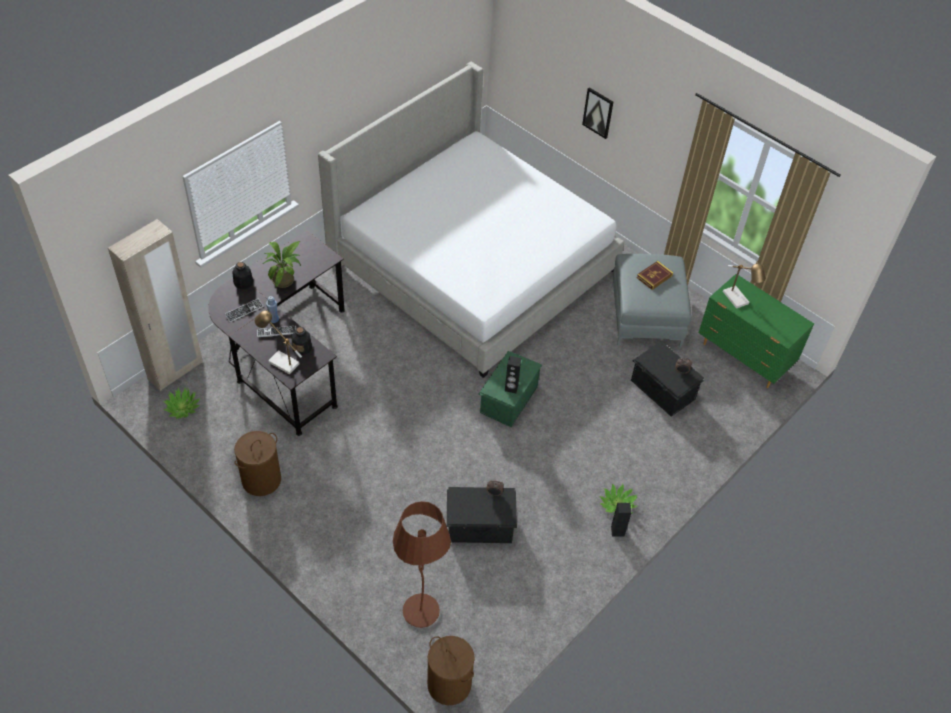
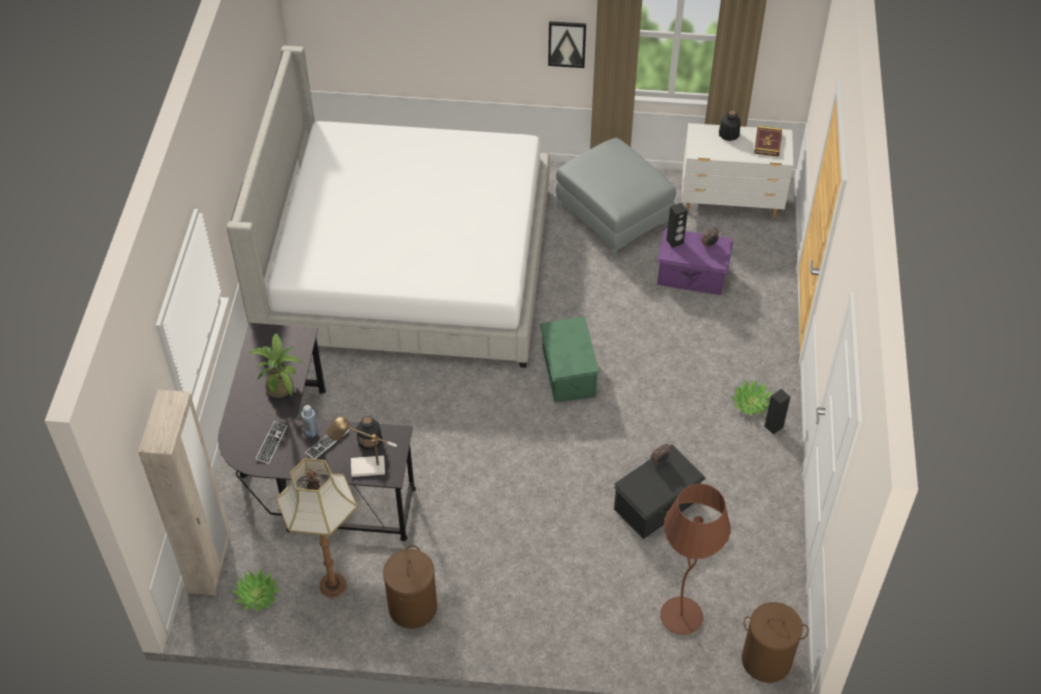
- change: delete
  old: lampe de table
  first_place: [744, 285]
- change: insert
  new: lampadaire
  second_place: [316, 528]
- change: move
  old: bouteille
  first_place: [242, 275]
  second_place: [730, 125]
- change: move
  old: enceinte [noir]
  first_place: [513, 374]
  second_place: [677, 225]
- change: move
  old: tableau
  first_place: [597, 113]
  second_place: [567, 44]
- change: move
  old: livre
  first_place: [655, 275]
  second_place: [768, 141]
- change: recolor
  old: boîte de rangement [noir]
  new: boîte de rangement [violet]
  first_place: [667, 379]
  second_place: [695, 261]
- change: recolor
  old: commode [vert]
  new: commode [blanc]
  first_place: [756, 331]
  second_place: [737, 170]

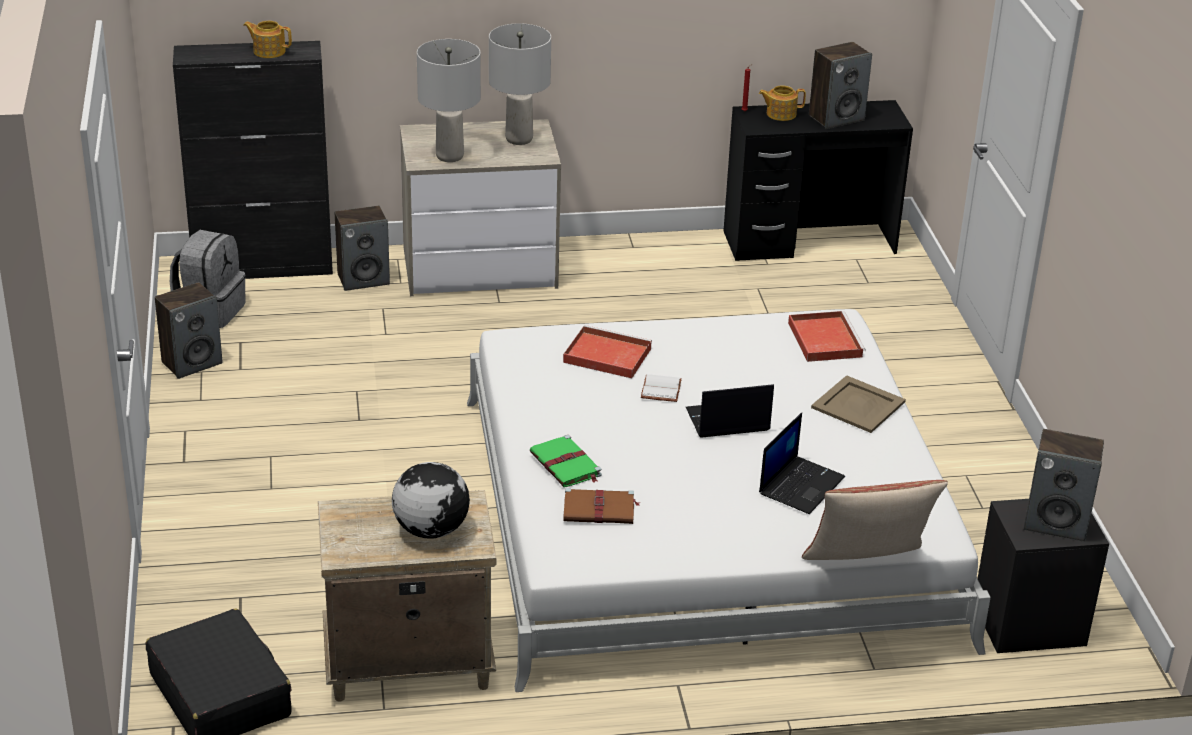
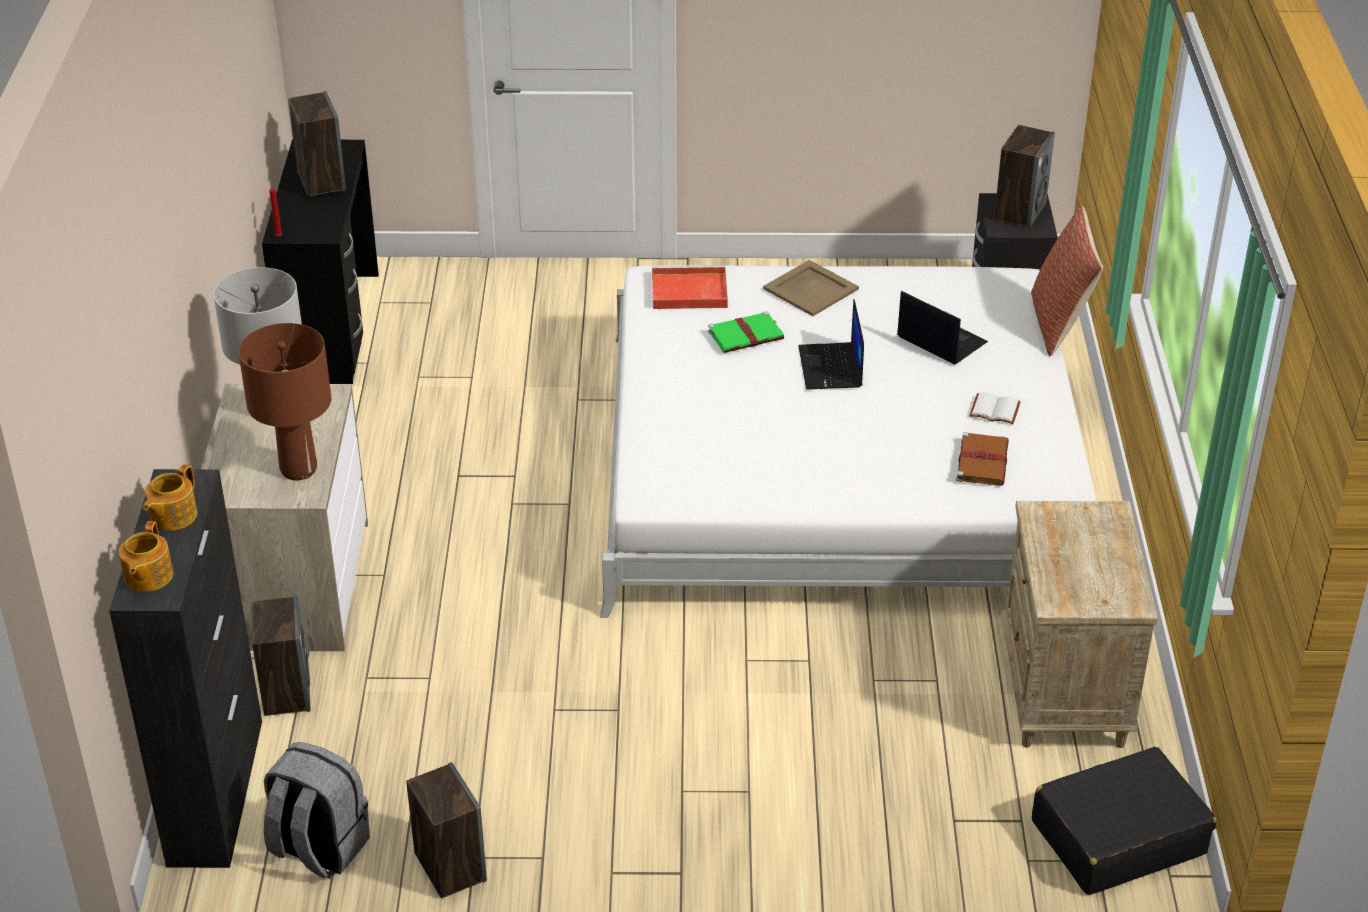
- change: delete
  old: globe
  first_place: [431, 500]
- change: delete
  old: plateau [rouge]
  first_place: [607, 351]
- change: move
  old: livre [vert]
  first_place: [566, 461]
  second_place: [746, 332]
- change: move
  old: livre [blanc]
  first_place: [661, 388]
  second_place: [995, 408]
- change: move
  old: théière
  first_place: [782, 103]
  second_place: [146, 556]
- change: recolor
  old: lampe de table [gris]
  new: lampe de table [marron]
  first_place: [449, 100]
  second_place: [284, 401]

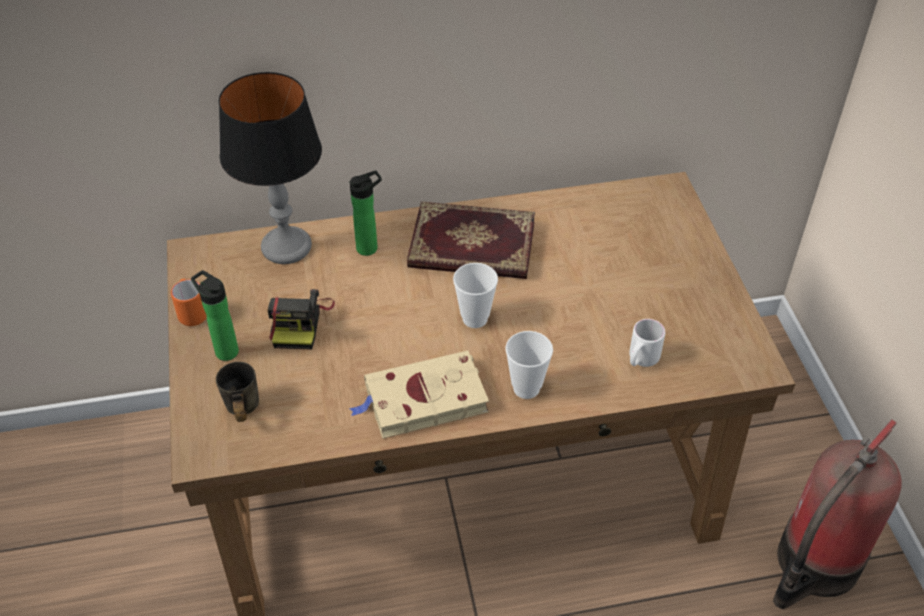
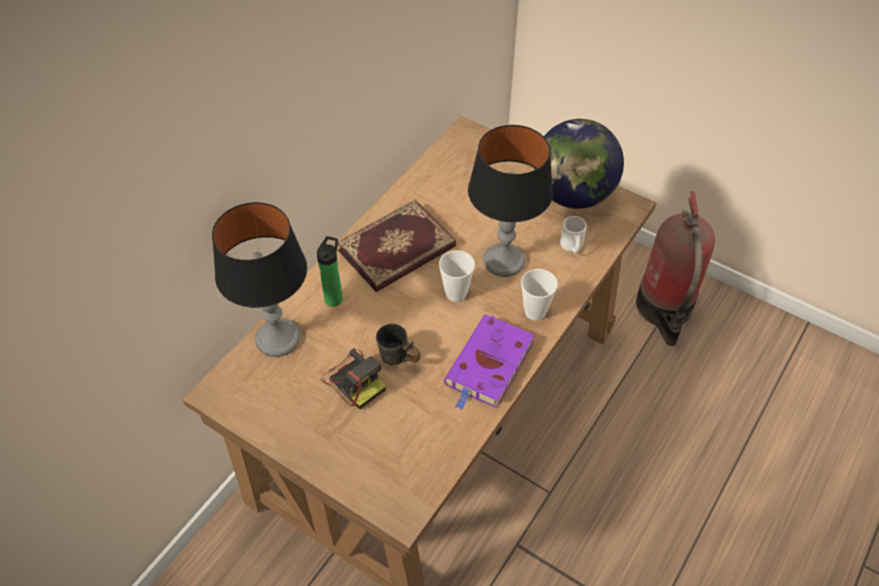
- change: delete
  old: mug [orange]
  first_place: [189, 302]
- change: delete
  old: bouteille
  first_place: [215, 315]
- change: insert
  new: lampe de table
  second_place: [510, 201]
- change: insert
  new: globe
  second_place: [579, 164]
- change: move
  old: mug [gris]
  first_place: [237, 392]
  second_place: [398, 344]
- change: recolor
  old: livre [beige]
  new: livre [violet]
  first_place: [419, 395]
  second_place: [489, 363]

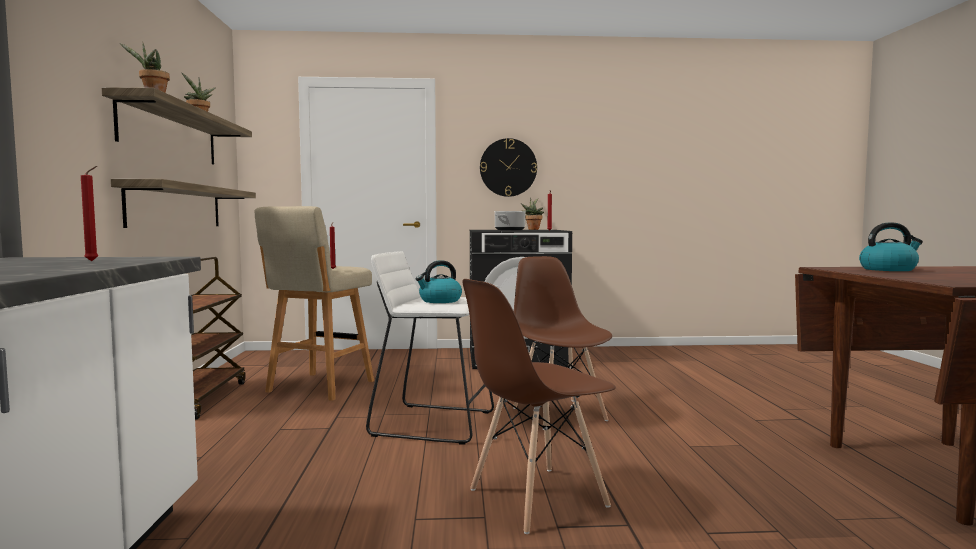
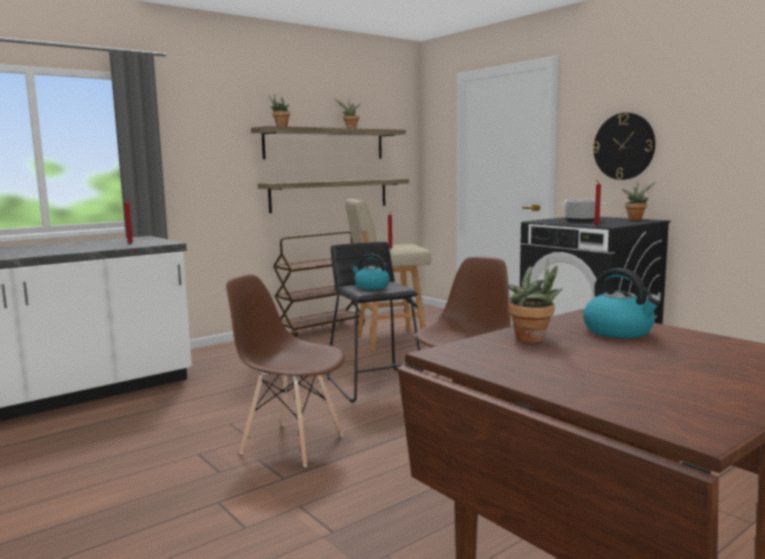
- change: insert
  new: plante en pot
  second_place: [535, 300]
- change: recolor
  old: tabouret [blanc]
  new: tabouret [noir]
  first_place: [430, 348]
  second_place: [375, 322]

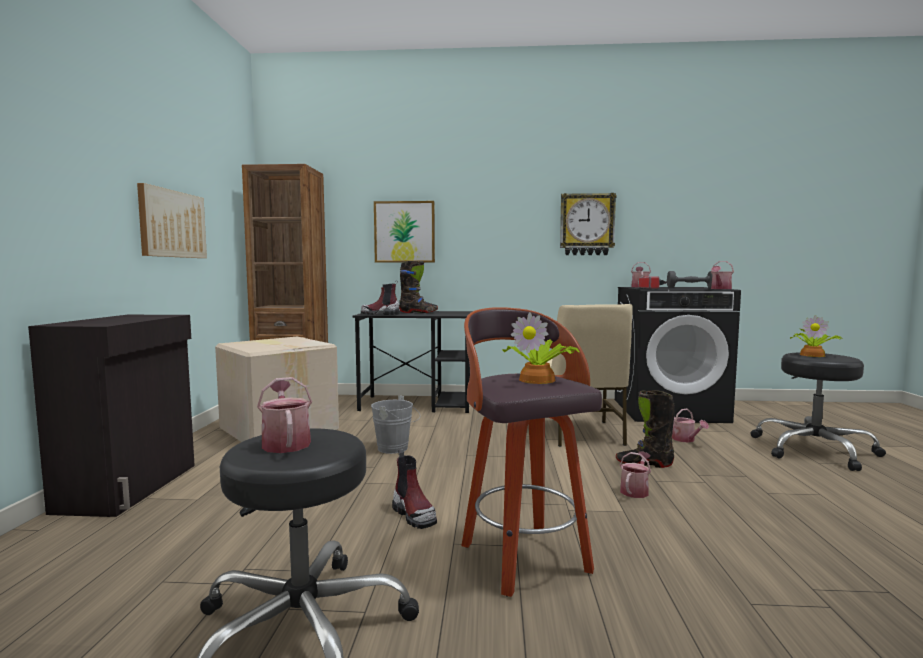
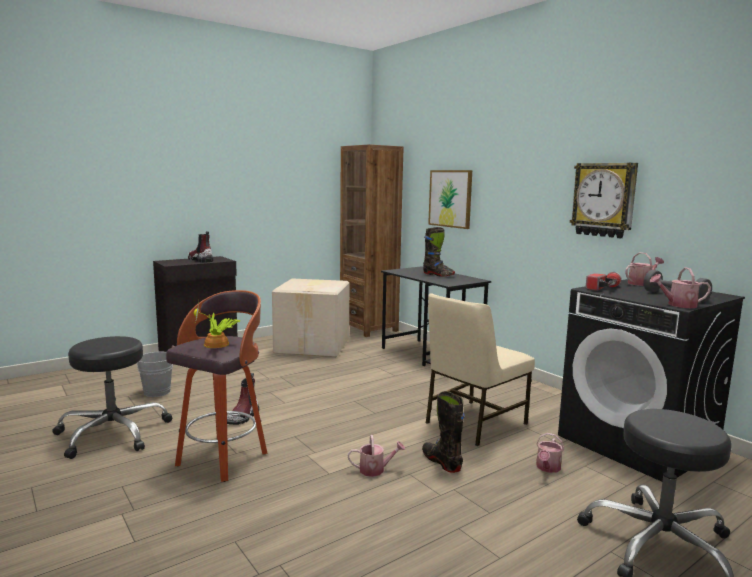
- change: delete
  old: tableau
  first_place: [172, 220]
- change: delete
  old: arrosoir
  first_place: [284, 415]
- change: delete
  old: plante en pot
  first_place: [816, 336]
- change: move
  old: botte
  first_place: [380, 297]
  second_place: [201, 247]
- change: move
  old: seau [gris]
  first_place: [395, 425]
  second_place: [155, 374]

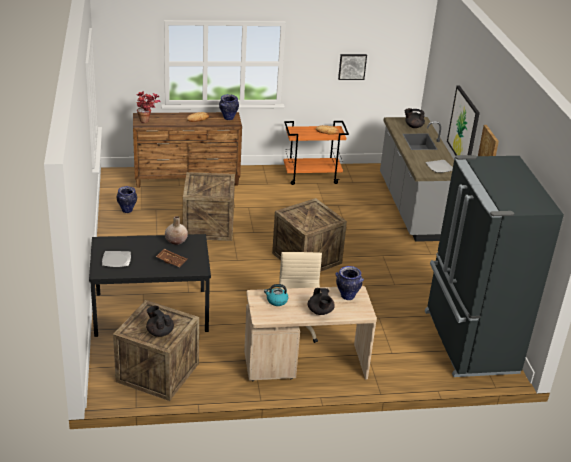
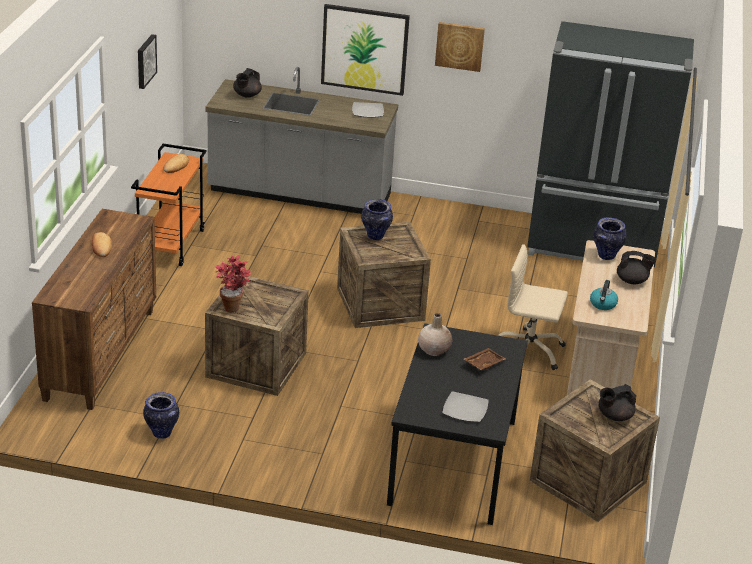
- change: move
  old: plante en pot
  first_place: [148, 107]
  second_place: [233, 283]
- change: move
  old: vase
  first_place: [229, 107]
  second_place: [377, 219]

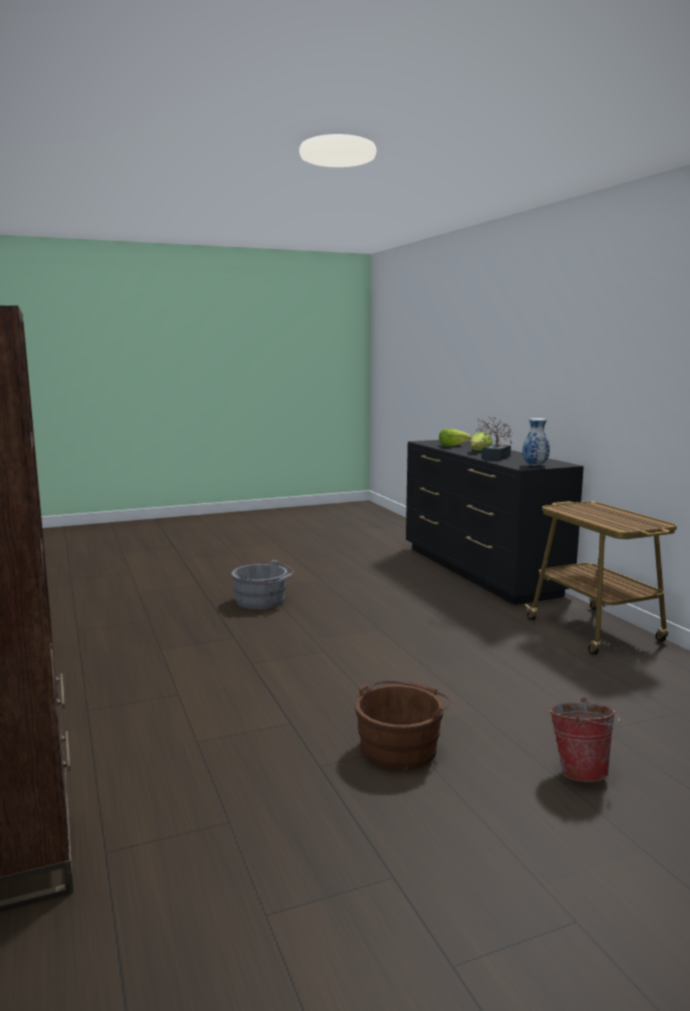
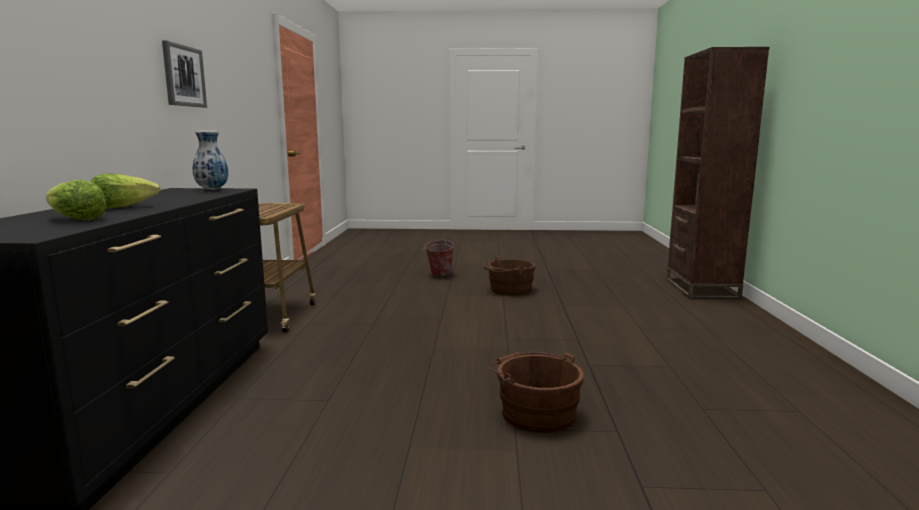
- change: delete
  old: plante en pot
  first_place: [494, 438]
- change: insert
  new: tableau
  second_place: [184, 74]
- change: recolor
  old: seau [gris]
  new: seau [marron]
  first_place: [262, 584]
  second_place: [536, 392]

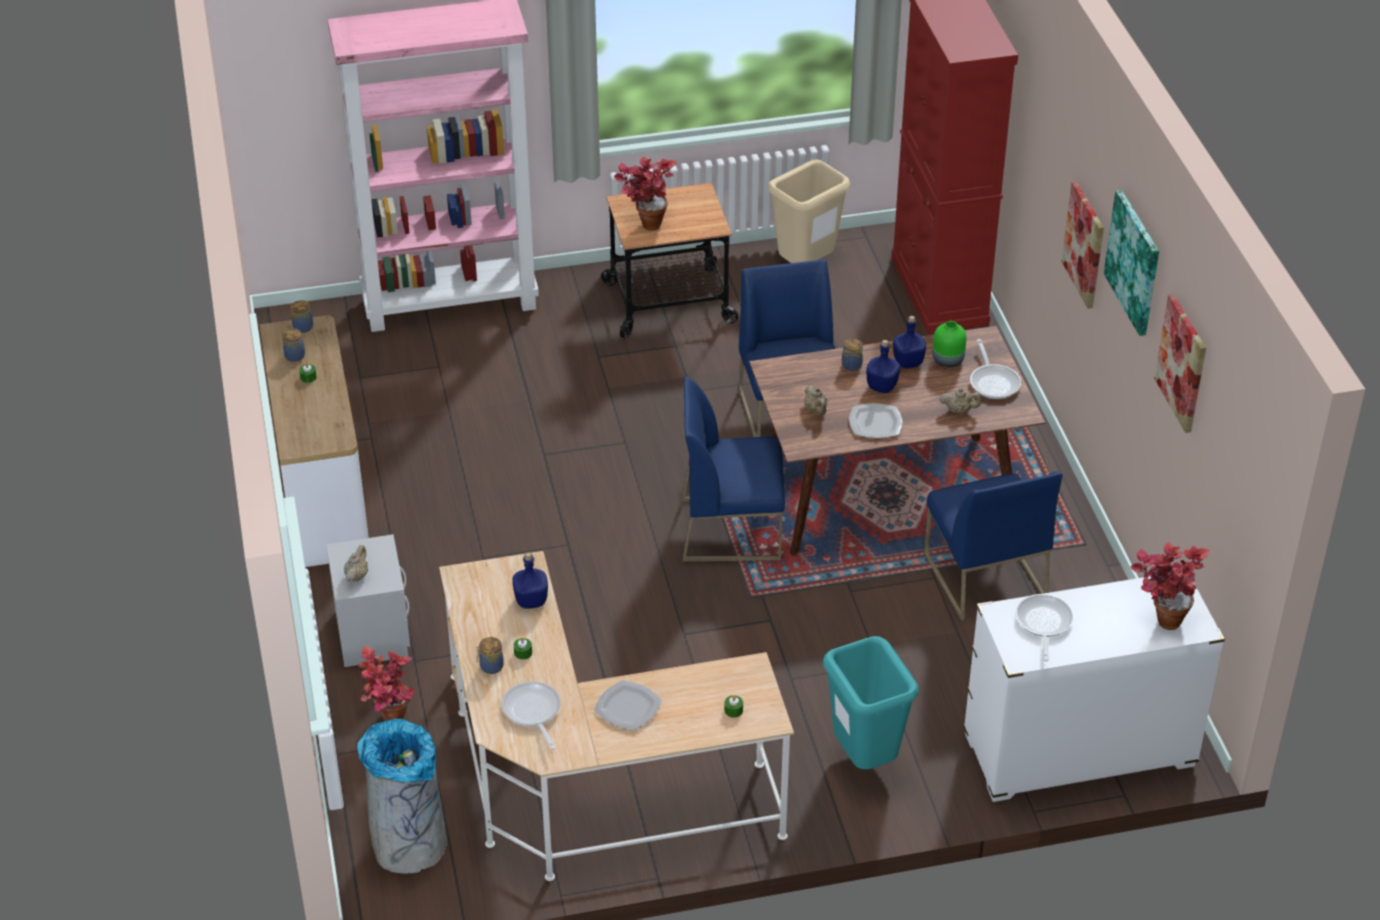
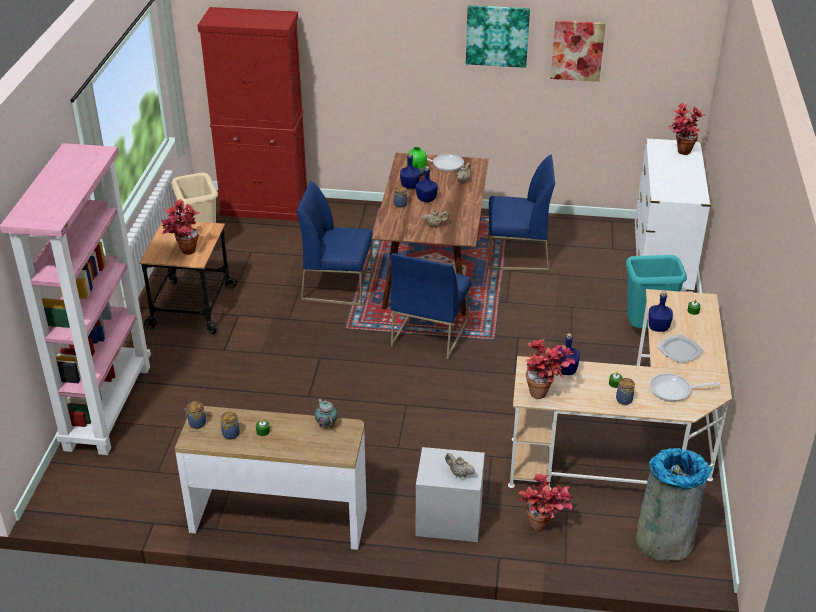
- change: delete
  old: assiette
  first_place: [875, 420]
- change: delete
  old: poêle
  first_place: [1044, 627]
- change: delete
  old: tableau
  first_place: [1083, 245]
- change: insert
  new: théière
  second_place: [326, 413]
- change: insert
  new: plante en pot
  second_place: [550, 369]
- change: insert
  new: bouteille [bleu]
  second_place: [660, 311]

